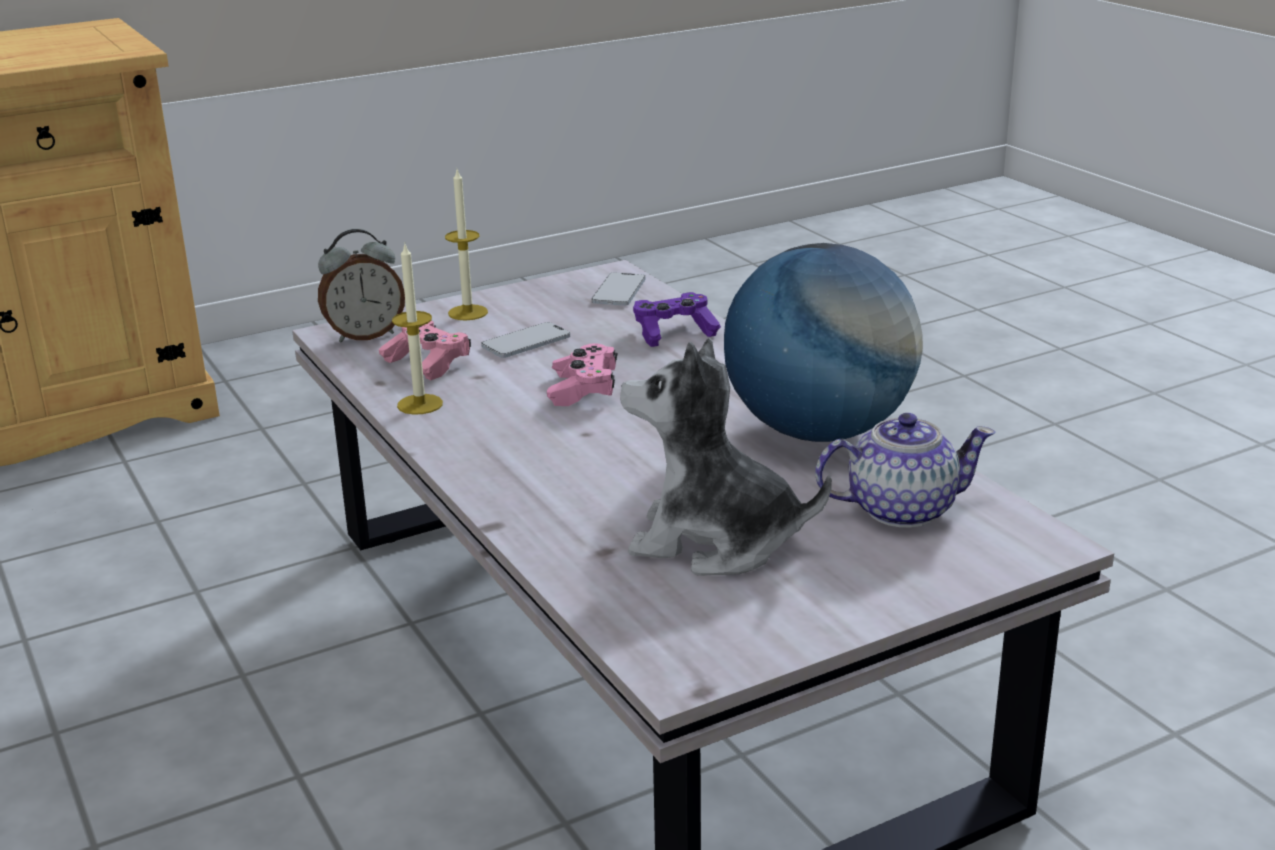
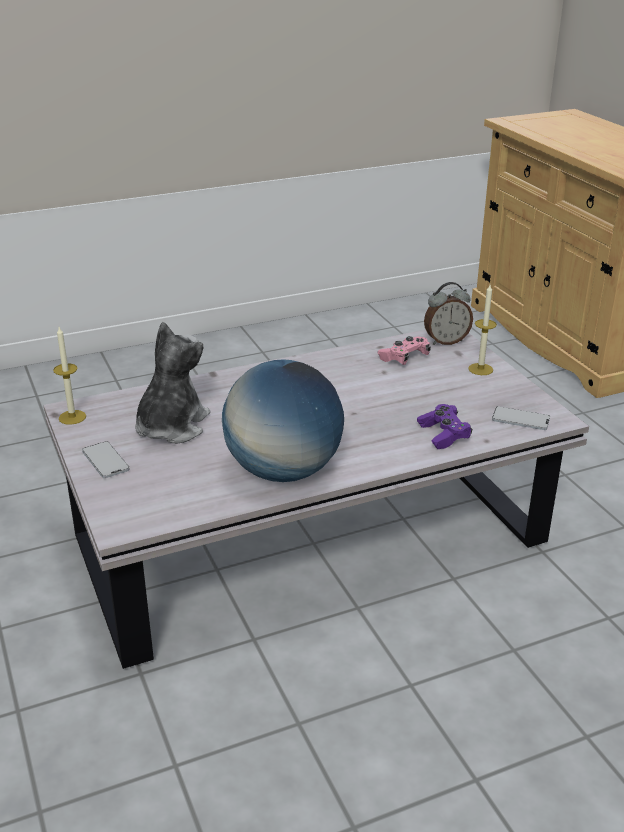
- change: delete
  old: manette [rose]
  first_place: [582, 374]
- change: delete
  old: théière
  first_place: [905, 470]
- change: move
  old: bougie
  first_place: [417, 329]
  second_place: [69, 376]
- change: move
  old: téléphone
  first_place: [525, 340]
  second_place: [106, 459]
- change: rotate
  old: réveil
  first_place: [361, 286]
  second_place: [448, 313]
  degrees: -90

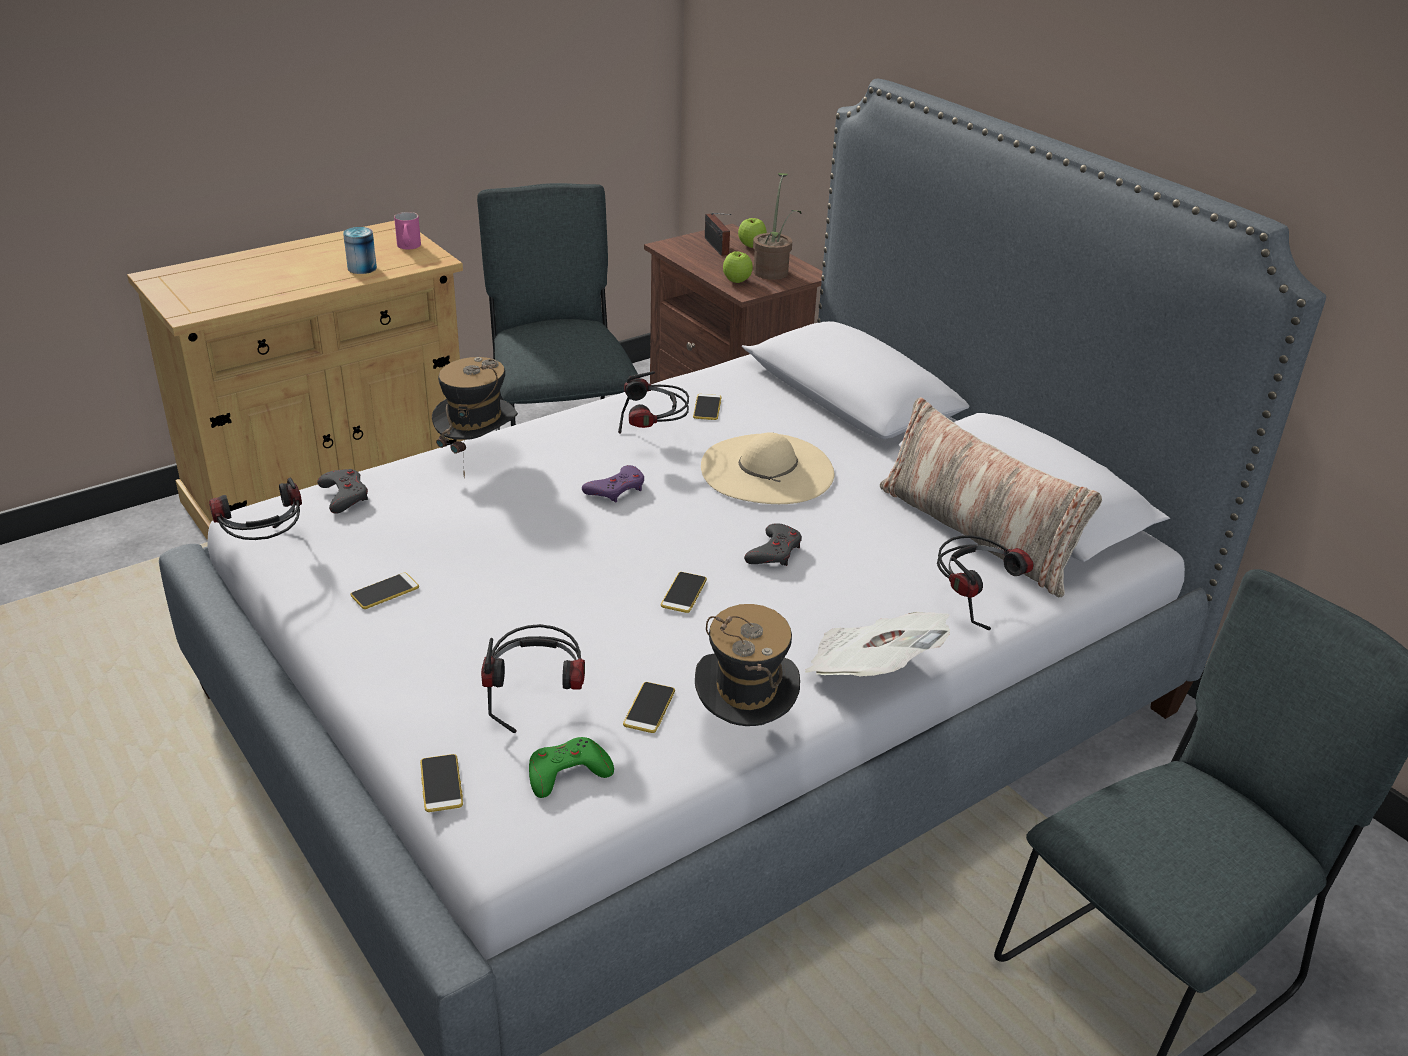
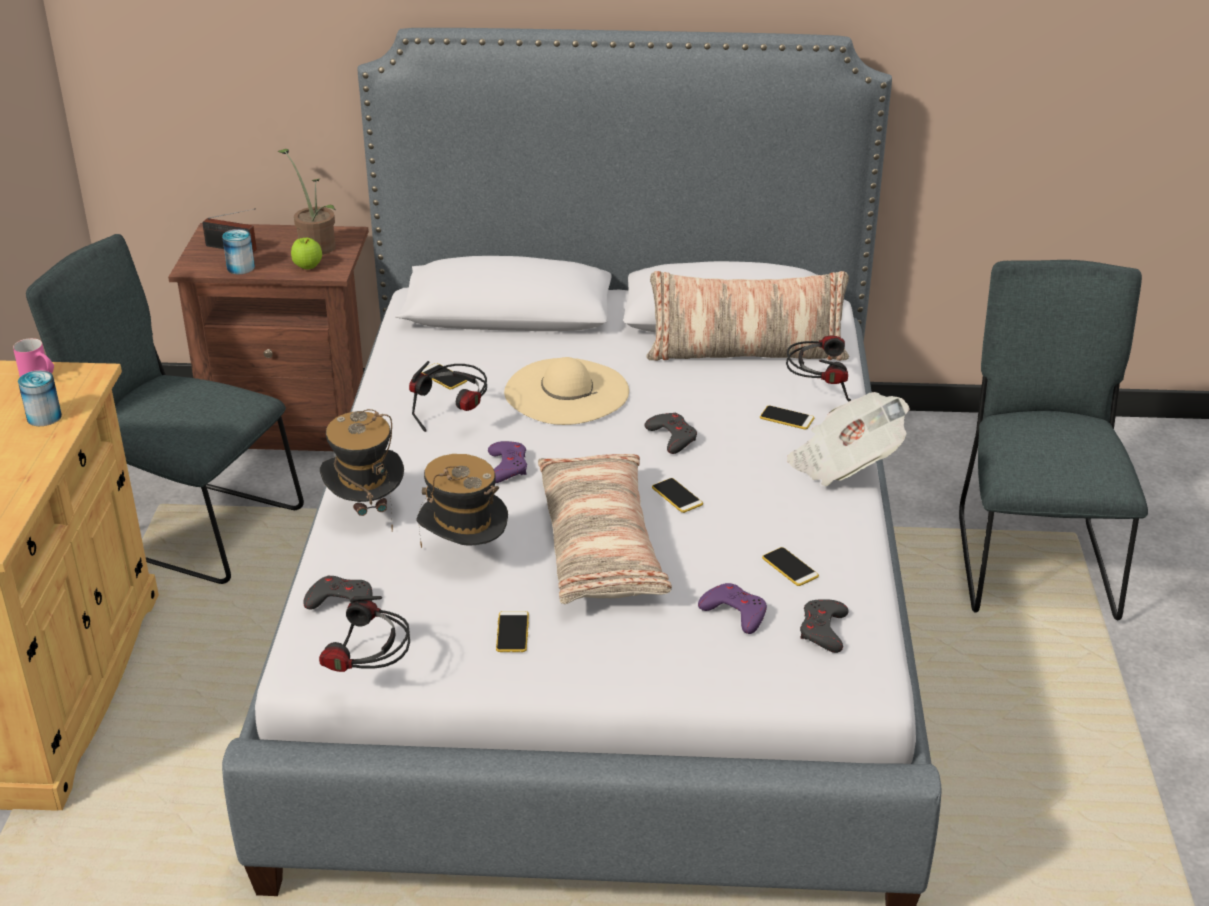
- change: delete
  old: pomme
  first_place: [752, 233]
- change: insert
  new: boîte métallique
  second_place: [238, 251]
- change: insert
  new: coussin
  second_place: [605, 529]
- change: move
  old: téléphone
  first_place: [441, 783]
  second_place: [787, 417]
- change: move
  old: chapeau
  first_place: [747, 665]
  second_place: [462, 501]
- change: replace
  old: casque audio
  new: manette [violet]
  first_place: [533, 678]
  second_place: [732, 608]
- change: recolor
  old: manette [vert]
  new: manette [gris]
  first_place: [571, 767]
  second_place: [824, 626]

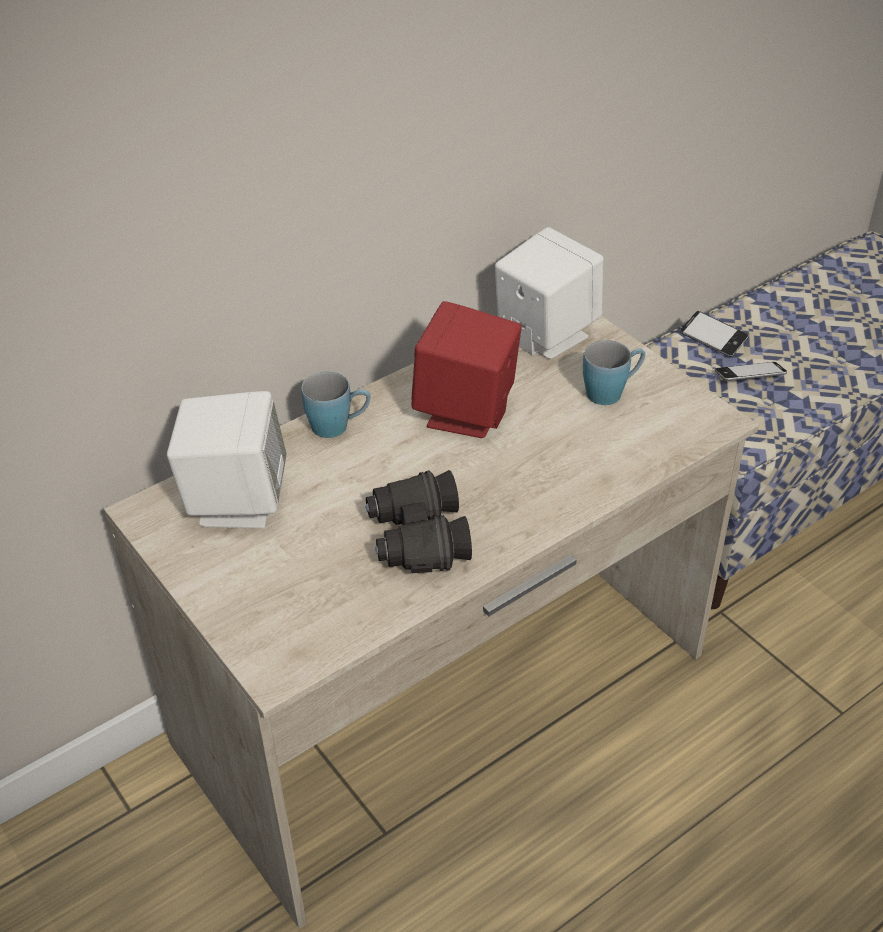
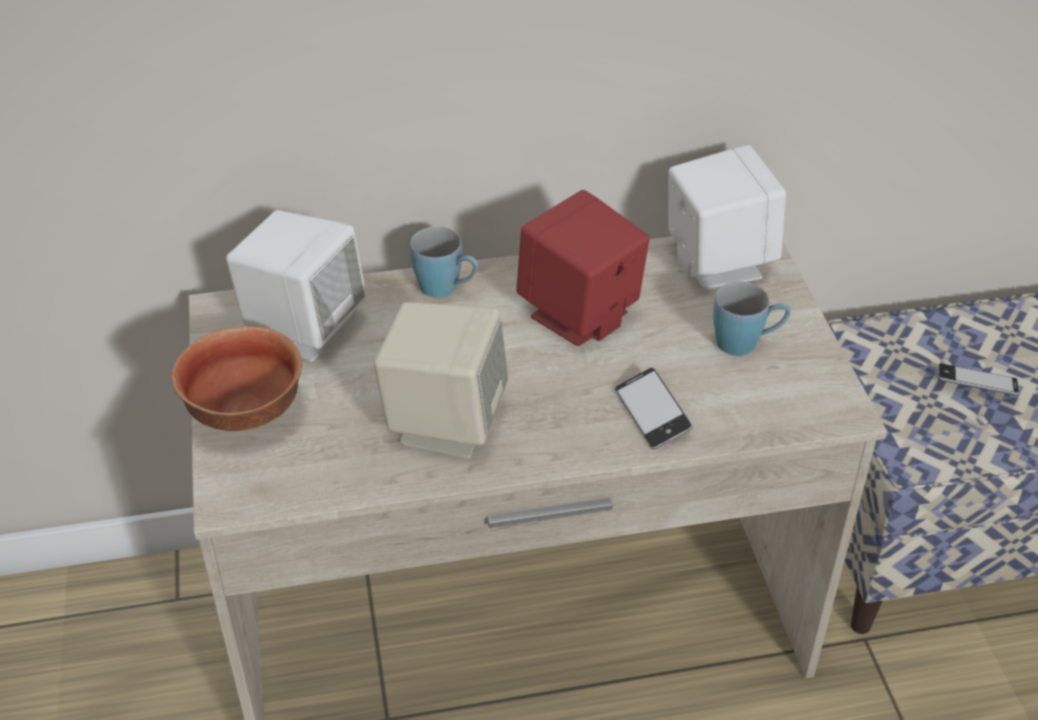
- change: insert
  new: bol
  second_place: [236, 378]
- change: move
  old: téléphone
  first_place: [714, 334]
  second_place: [653, 408]
- change: replace
  old: jumelles [noir]
  new: enceinte [beige]
  first_place: [418, 521]
  second_place: [441, 380]

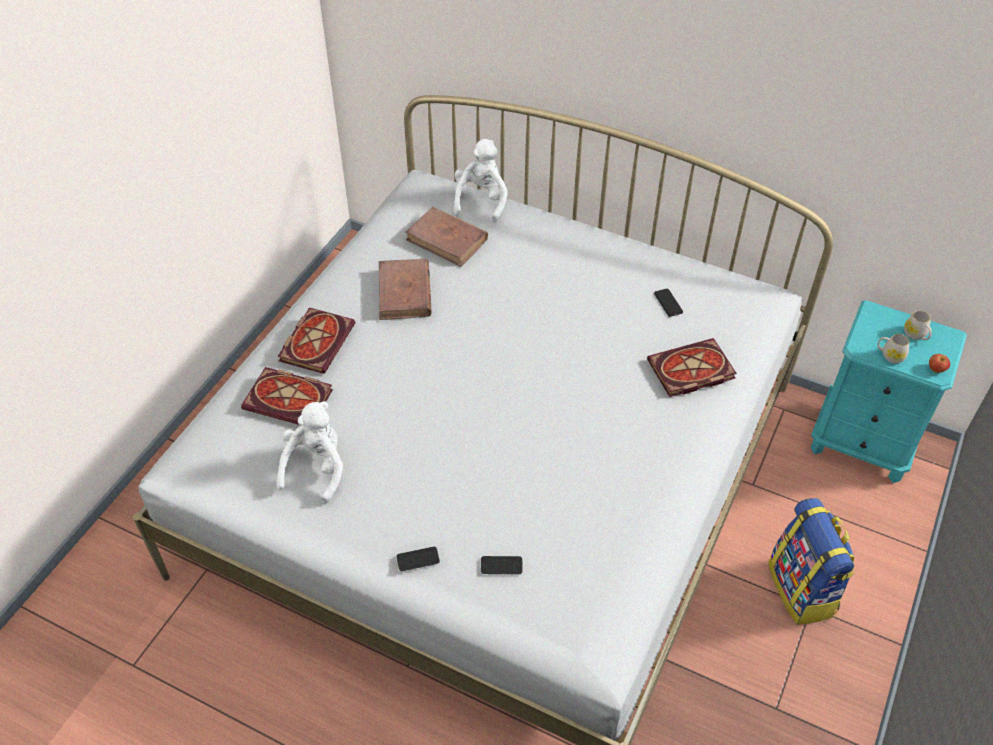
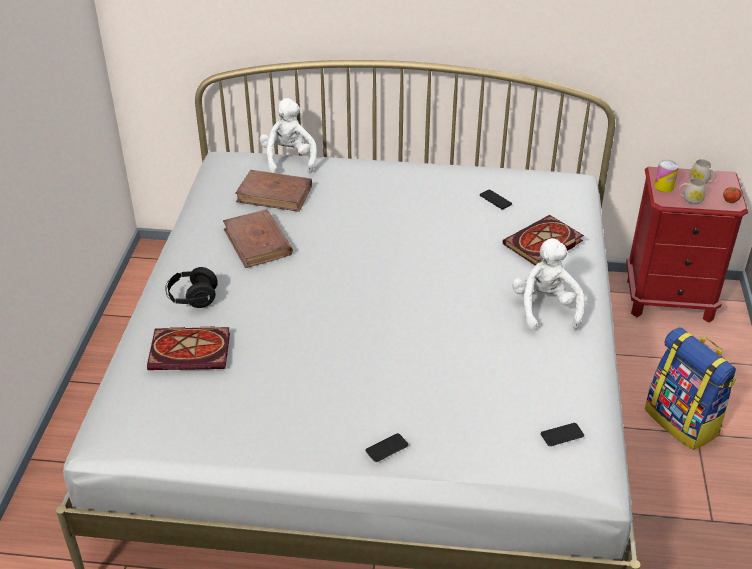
- change: insert
  new: boîte métallique
  second_place: [666, 176]
- change: move
  old: peluche [blanc]
  first_place: [309, 452]
  second_place: [548, 284]
- change: move
  old: téléphone
  first_place: [501, 565]
  second_place: [562, 434]
- change: replace
  old: livre
  new: casque audio [noir]
  first_place: [316, 340]
  second_place: [191, 287]
- change: recolor
  old: table de chevet [turquoise]
  new: table de chevet [rouge]
  first_place: [888, 391]
  second_place: [687, 245]

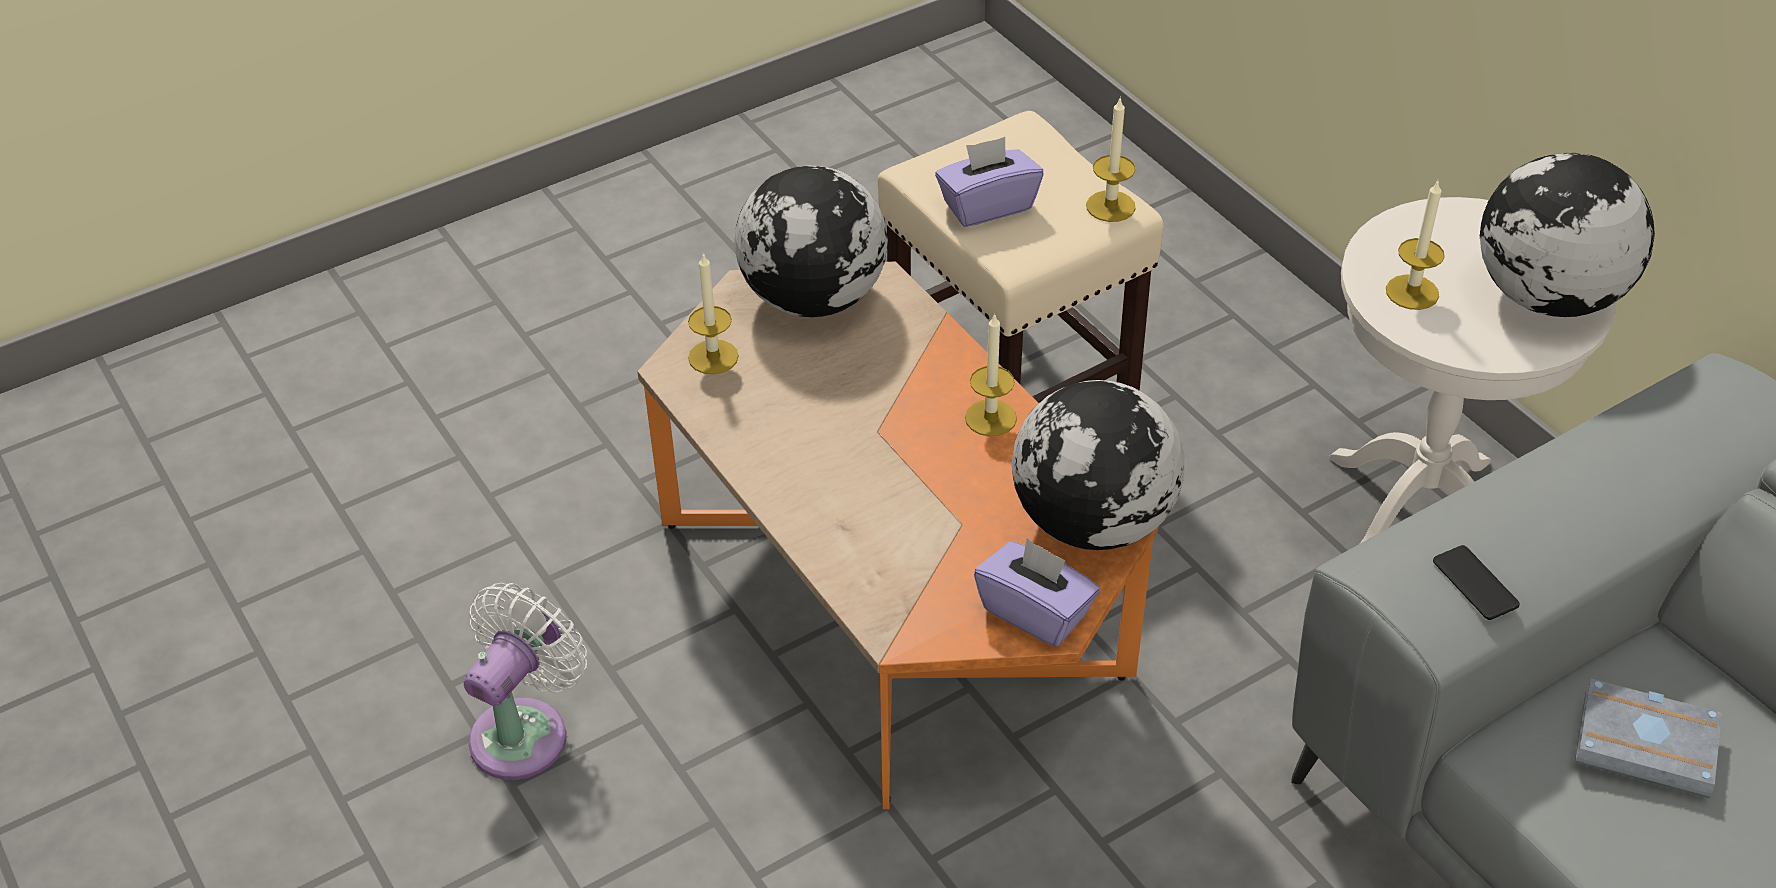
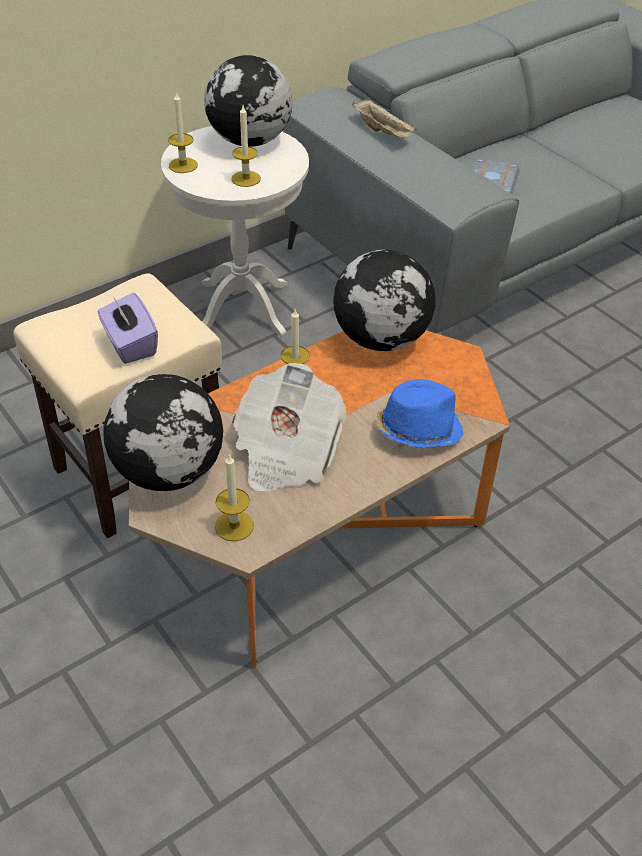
- change: delete
  old: ventilateur [blanc]
  first_place: [525, 681]
- change: delete
  old: boîte à mouchoirs [violet]
  first_place: [1036, 592]
- change: delete
  old: téléphone
  first_place: [1476, 582]
- change: insert
  new: journal
  second_place: [289, 427]
- change: insert
  new: plateau [beige]
  second_place: [384, 118]
- change: insert
  new: chapeau [bleu]
  second_place: [419, 413]
- change: move
  old: bougie
  first_place: [1110, 159]
  second_place: [183, 132]

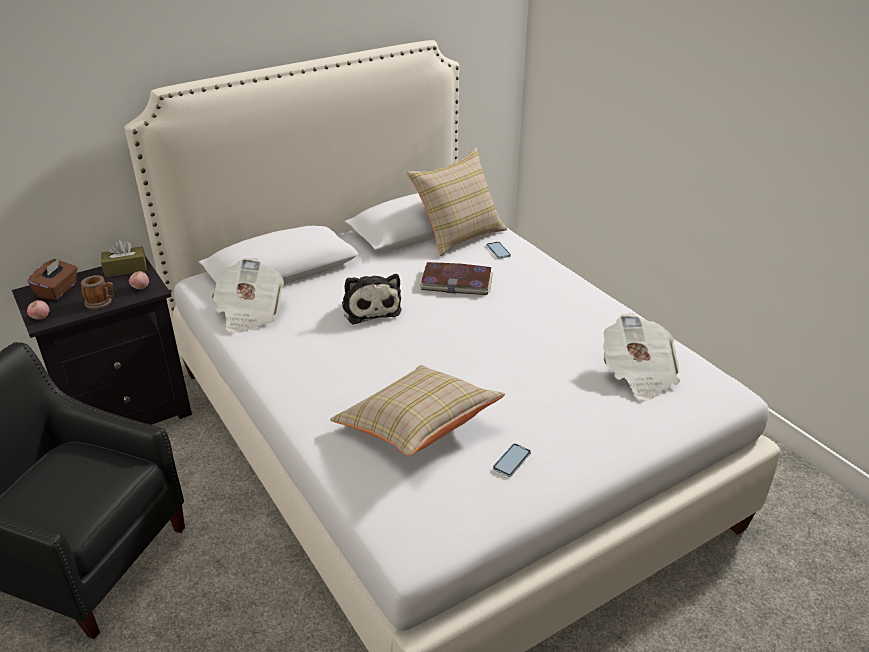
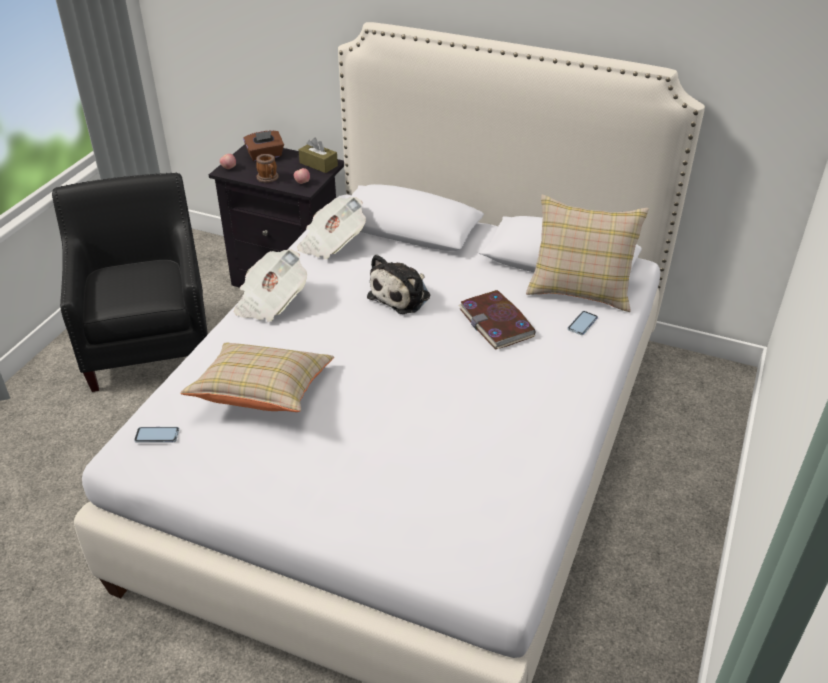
- change: move
  old: téléphone
  first_place: [512, 460]
  second_place: [156, 435]
- change: move
  old: journal
  first_place: [641, 357]
  second_place: [270, 285]

